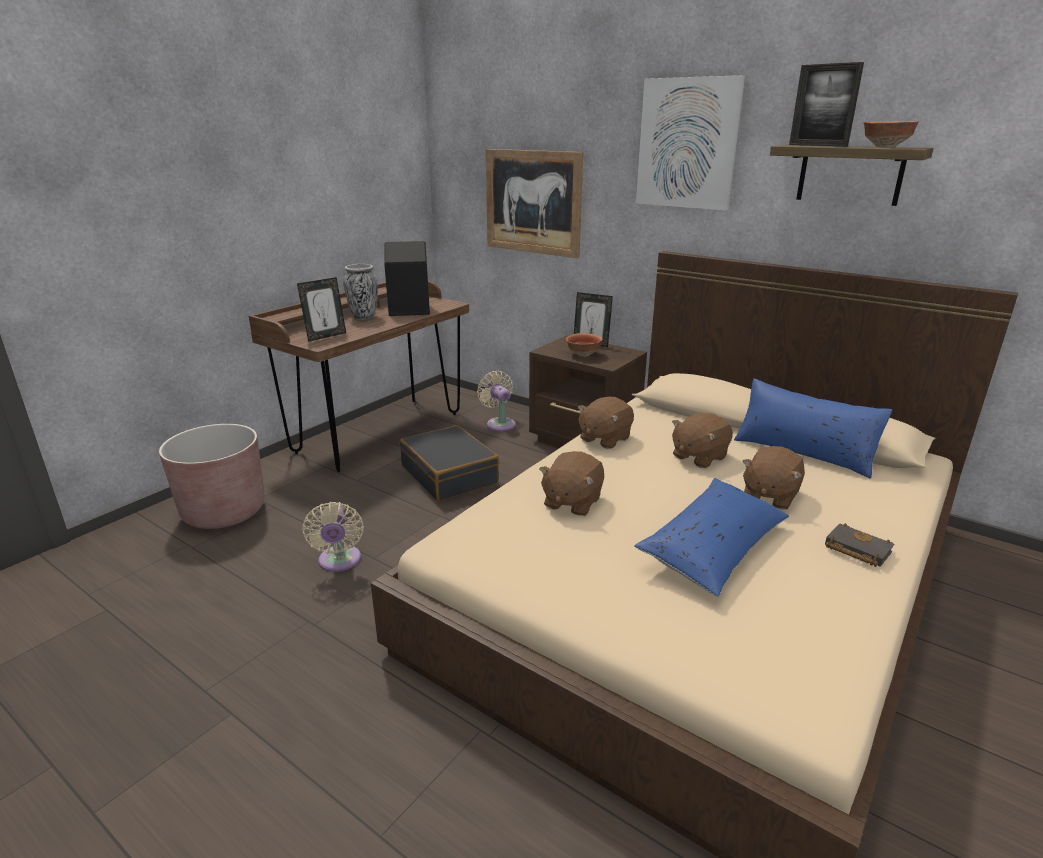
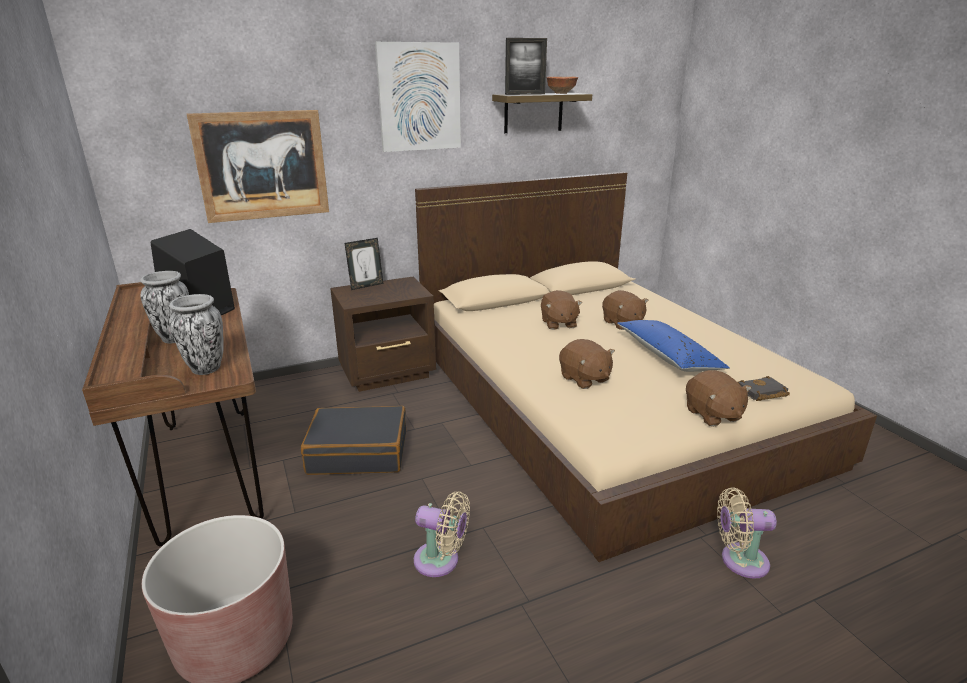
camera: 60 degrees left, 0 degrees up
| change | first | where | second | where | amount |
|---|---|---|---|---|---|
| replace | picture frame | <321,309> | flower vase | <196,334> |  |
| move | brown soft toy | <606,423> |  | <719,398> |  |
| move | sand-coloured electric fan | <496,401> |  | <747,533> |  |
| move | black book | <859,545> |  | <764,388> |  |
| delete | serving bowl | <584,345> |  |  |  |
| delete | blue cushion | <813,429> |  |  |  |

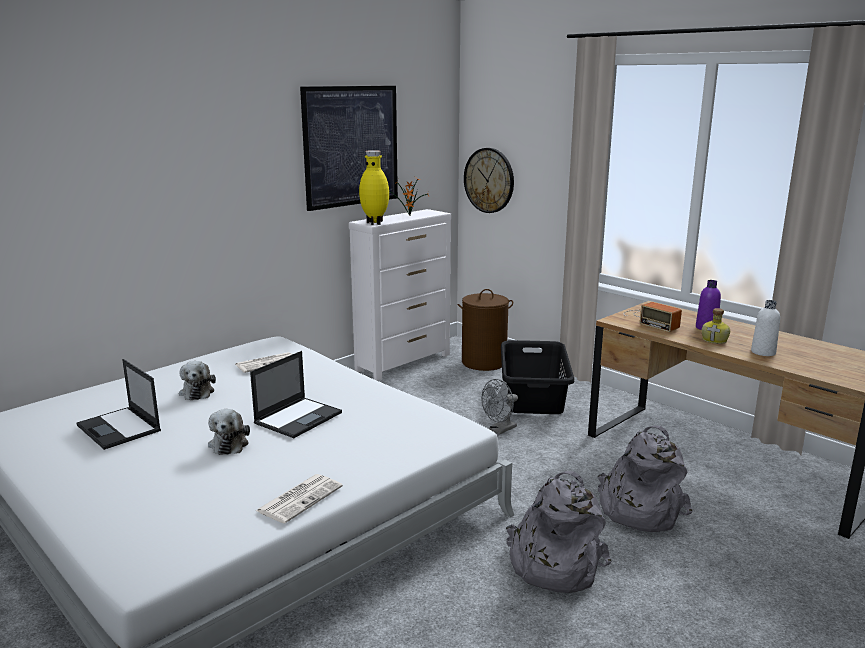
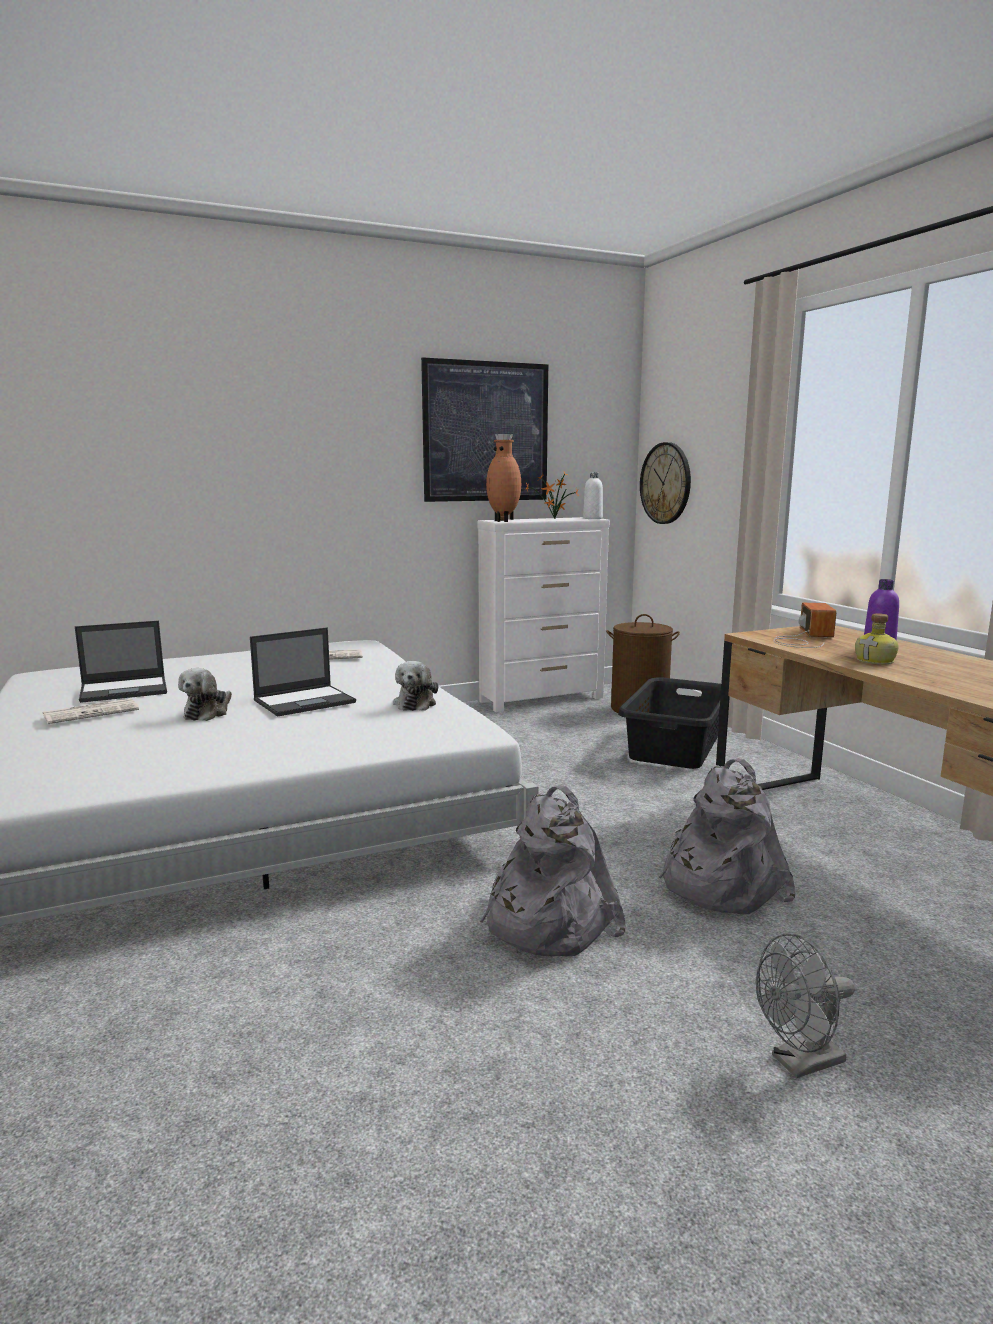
camera: 20 degrees right, 5 degrees down
| change | first | where | second | where | amount |
|---|---|---|---|---|---|
| move | newspaper | <299,499> |  | <91,711> |  |
| rotate | portable computer | <118,404> |  | <121,662> | 90 degrees counterclockwise |
| move | soft toy | <197,380> |  | <415,686> |  |
| recolor | yellowish flower vase | <374,187> | brown flower vase | <503,478> |  |
| move | white-coloured beverage bottle | <765,328> |  | <593,495> |  |
| move | greyish electric fan | <499,406> |  | <805,1006> |  |
| rotate | radio set | <653,317> |  | <805,625> | 150 degrees counterclockwise |

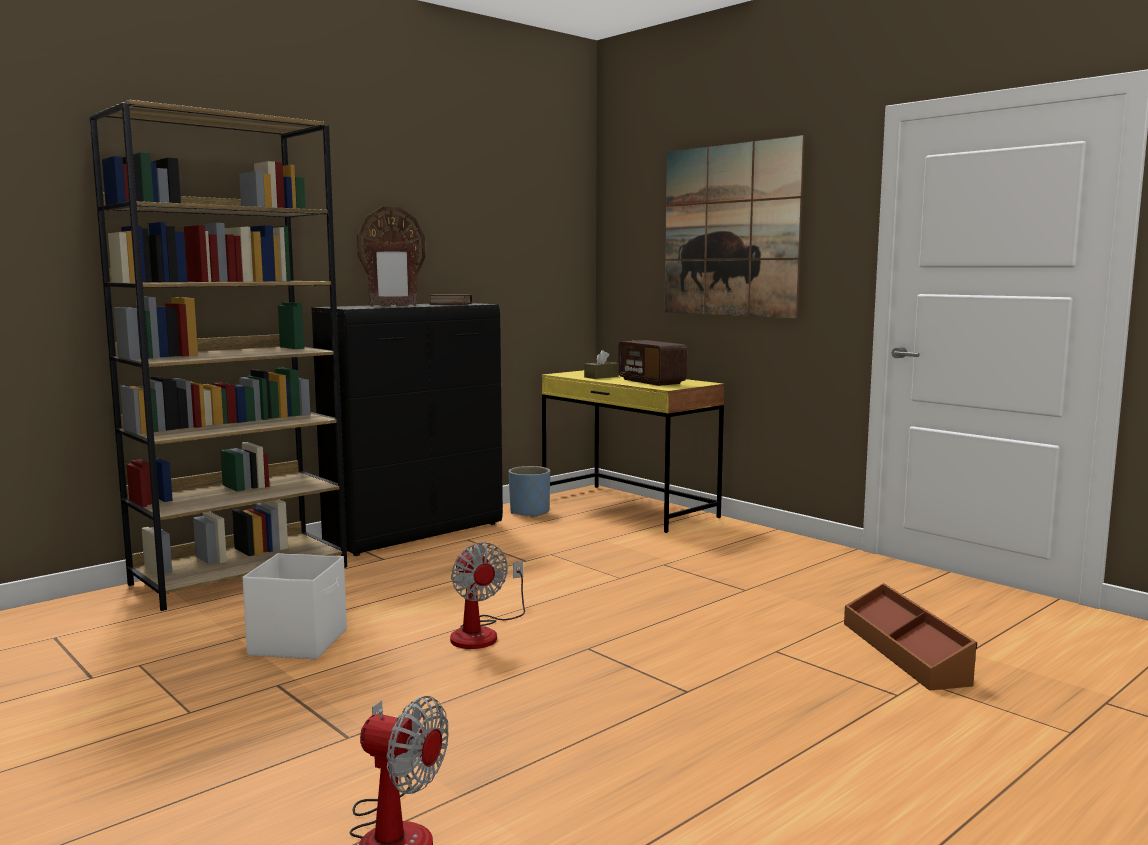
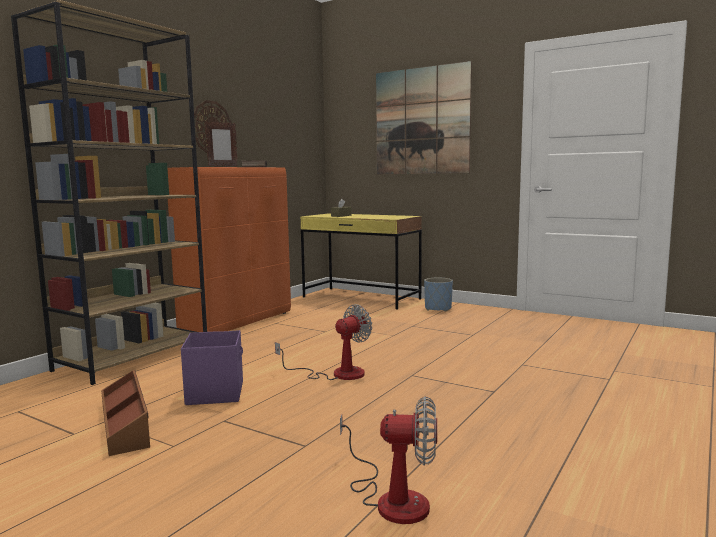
camera: 15 degrees left, 0 degrees up
| change | first | where | second | where | amount |
|---|---|---|---|---|---|
| move | brown storage container | <910,637> |  | <125,413> |  |
| recolor | black storage cabinet | <407,429> | orange storage cabinet | <229,249> |  |
| recolor | white-coloured storage container | <295,606> | purplish storage container | <212,367> |  |
| rotate | electric fan | <487,595> |  | <323,342> | 90 degrees counterclockwise |
| move | blue flower pot | <529,492> |  | <438,295> |  |
| delete | radio set | <652,363> |  |  |  |

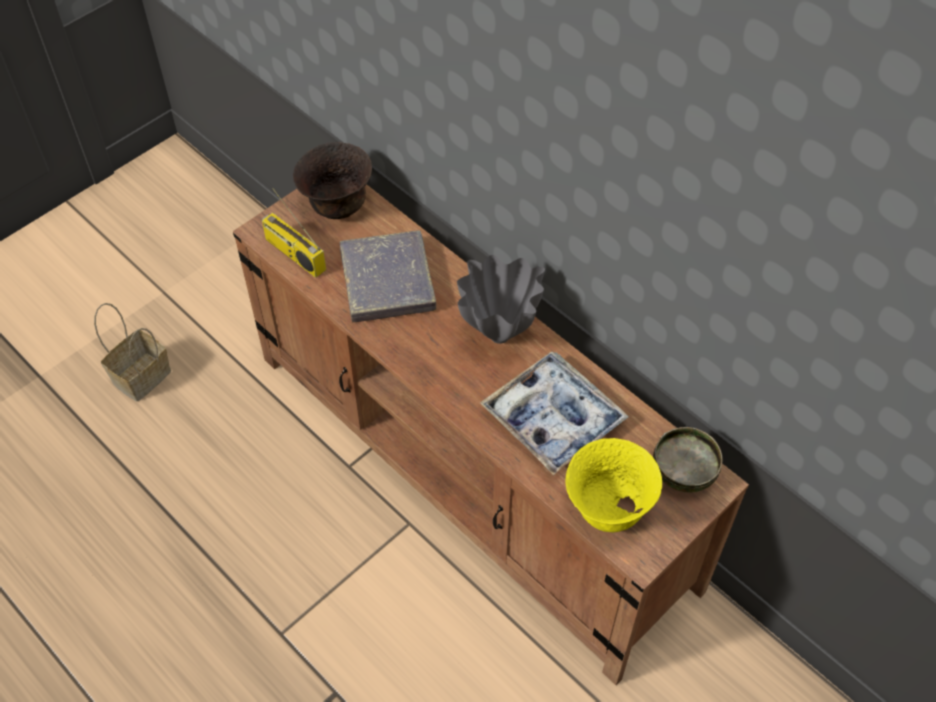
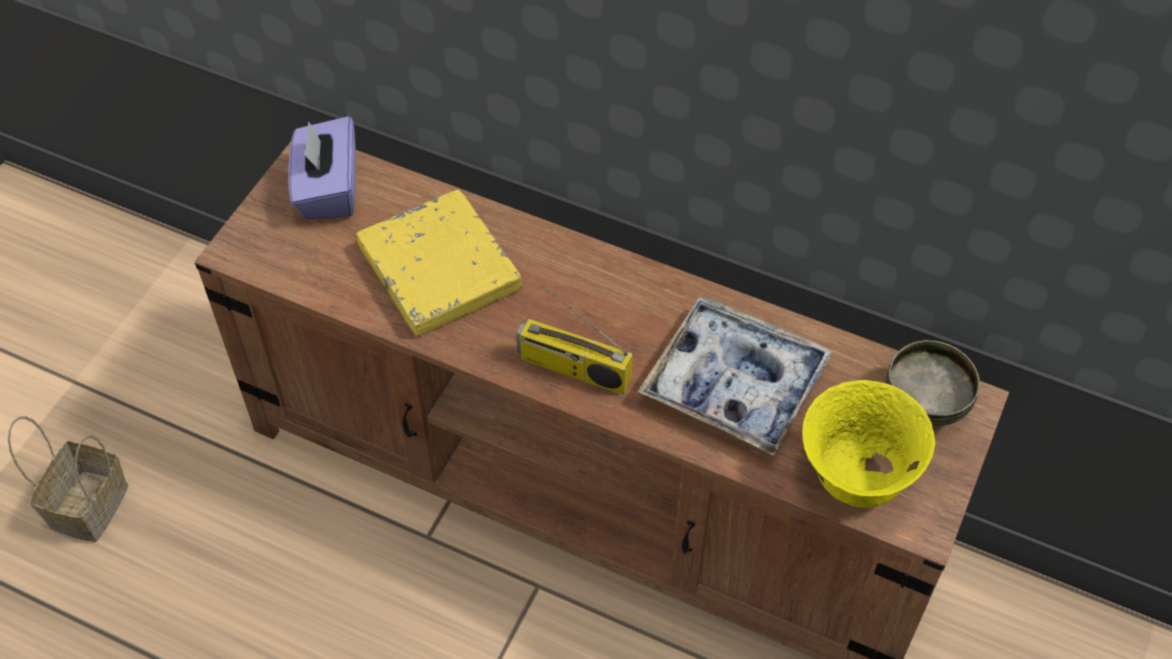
camera: 20 degrees left, 0 degrees up
| change | first | where | second | where | amount |
|---|---|---|---|---|---|
| replace | brown serving bowl | <332,180> | purplish tissue holder | <322,167> |  |
| recolor | greyish book | <388,276> | yellowish book | <439,263> |  |
| move | radio set | <294,233> |  | <574,339> |  |
| delete | greyish flower vase | <501,299> |  |  |  |

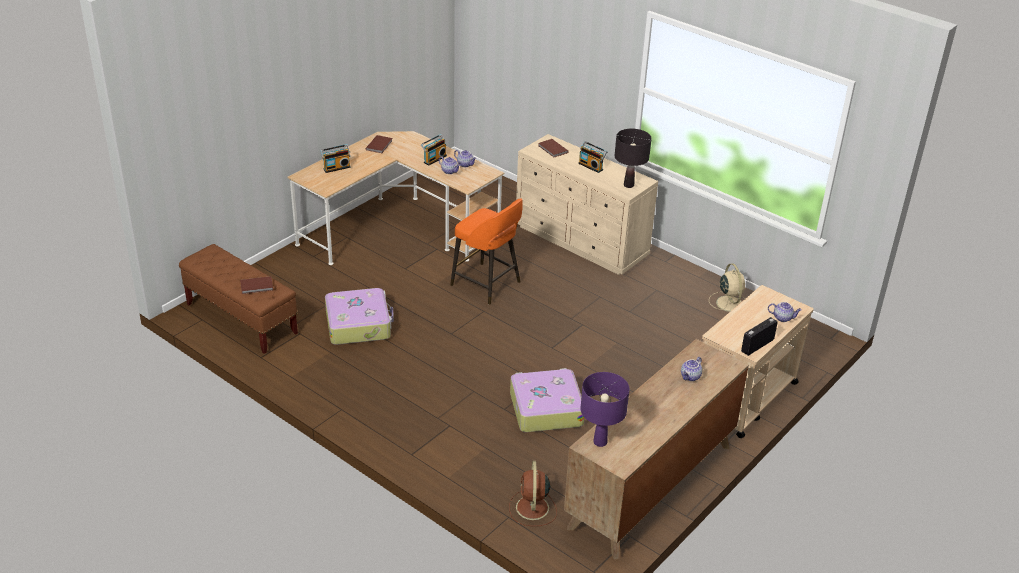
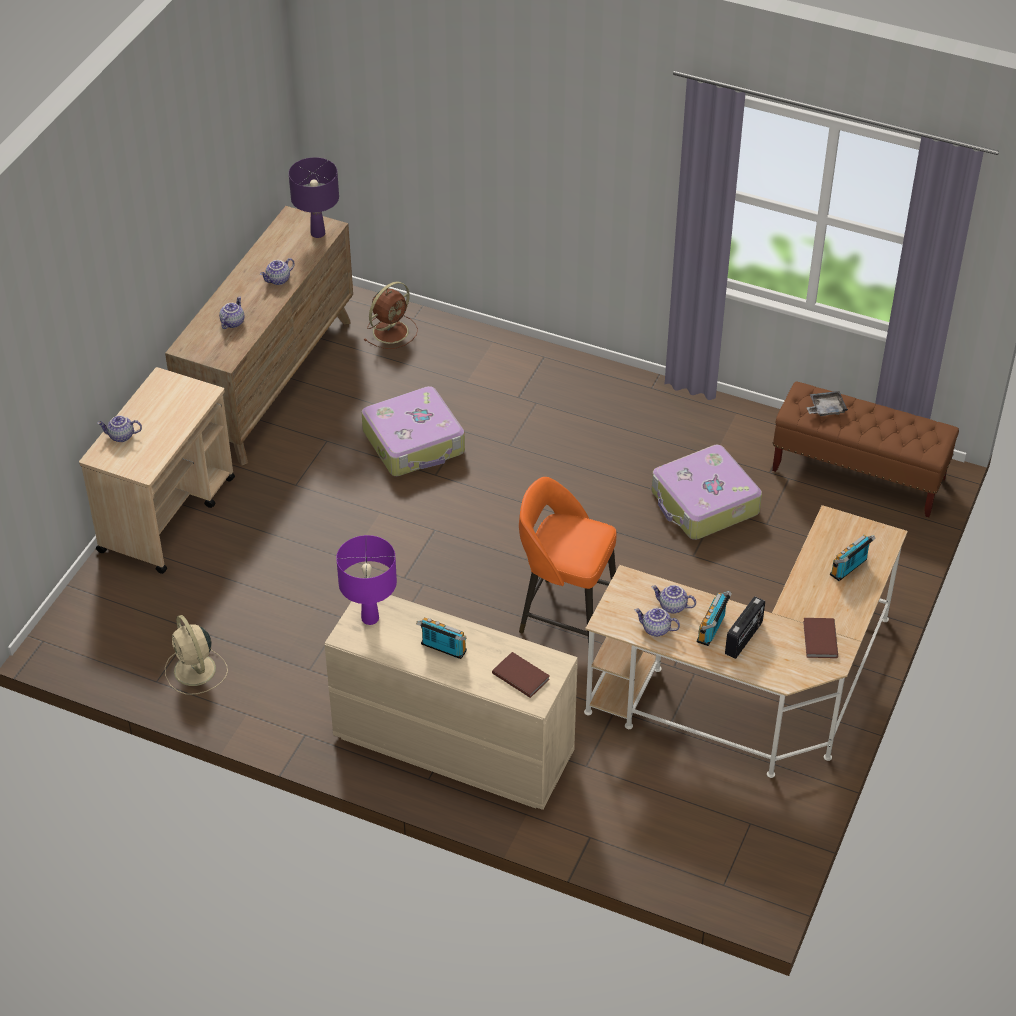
camera: 165 degrees right, 10 degrees up
| change | first | where | second | where | amount |
|---|---|---|---|---|---|
| insert |  |  | tea pot | <277,271> |  |
| recolor | black table lamp | <633,158> | purplish table lamp | <366,580> |  |
| rotate | brown electric fan | <533,493> |  | <390,315> | 60 degrees clockwise |
| move | radio set | <759,336> |  | <745,627> |  |
| replace | brown book | <256,285> | greyish carrying tray | <827,403> |  |

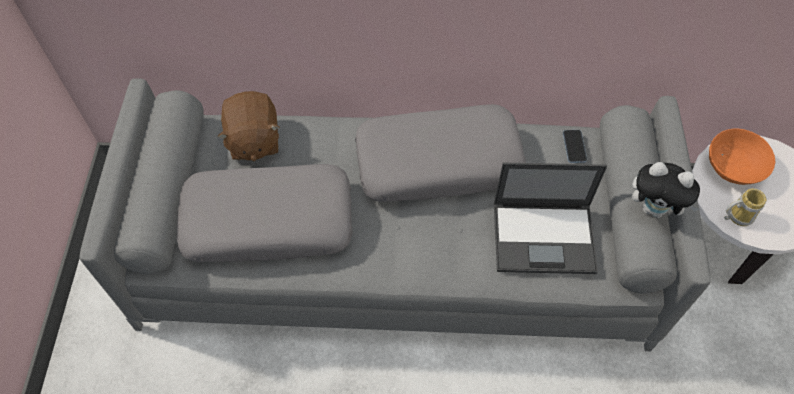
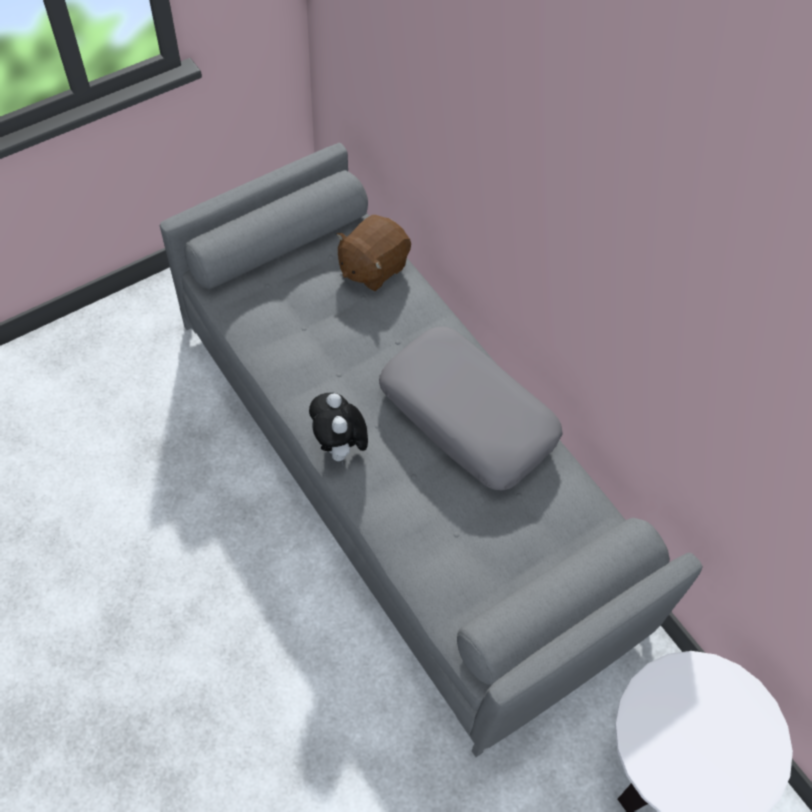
camera: 50 degrees right, 0 degrees up
| change | first | where | second | where | amount |
|---|---|---|---|---|---|
| move | soft toy | <666,190> |  | <338,428> |  |
| delete | greyish cushion | <264,213> |  |  |  |
| delete | portable computer | <550,218> |  |  |  |
| delete | handset | <575,146> |  |  |  |
| delete | orange serving bowl | <742,156> |  |  |  |
| delete | tea mug | <745,207> |  |  |  |

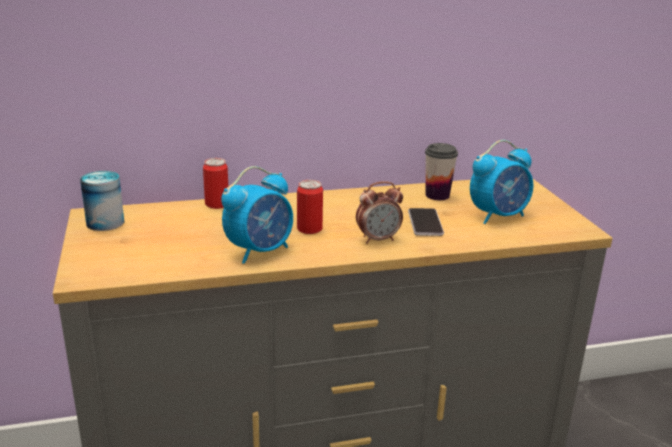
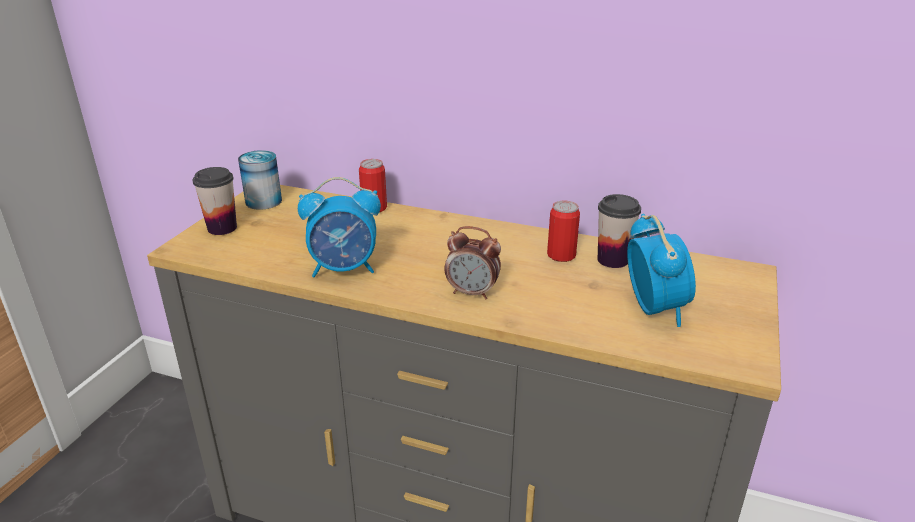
camera: 35 degrees right, 5 degrees up
| change | first | where | second | where | amount |
|---|---|---|---|---|---|
| insert |  |  | drinking cup | <215,201> |  |
| move | can | <310,207> |  | <563,231> |  |
| rotate | alarm clock | <501,182> |  | <661,270> | 105 degrees counterclockwise |
| delete | handset | <426,222> |  |  |  |

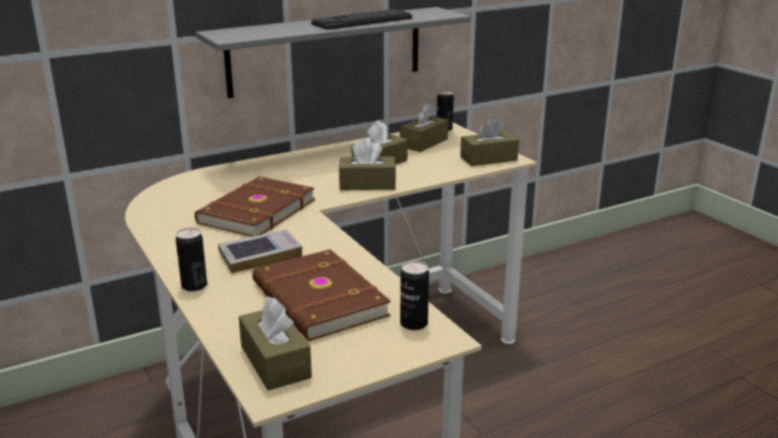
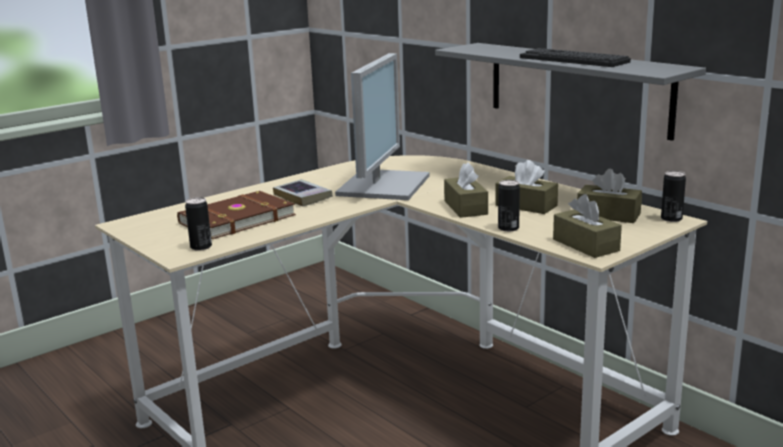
camera: 80 degrees right, 5 degrees down
| change | first | where | second | where | amount |
|---|---|---|---|---|---|
| replace | brown book | <255,207> | computer display | <382,126> |  |
| move | can | <191,260> |  | <509,206> |  |
| delete | brown tissue holder | <275,343> |  |  |  |

